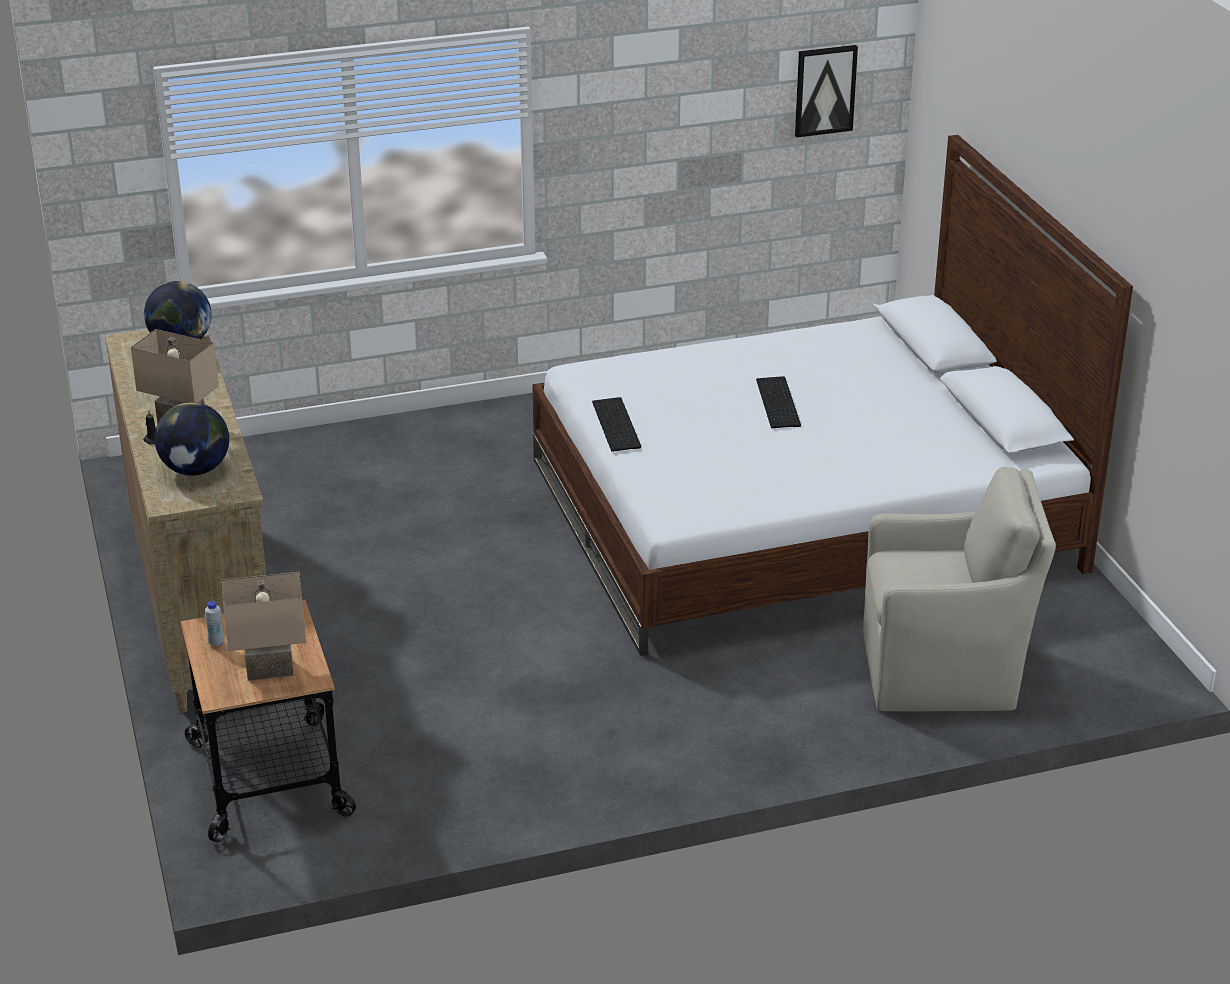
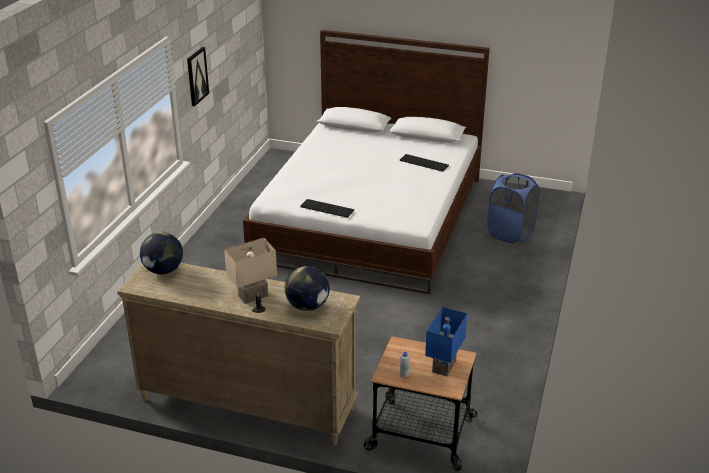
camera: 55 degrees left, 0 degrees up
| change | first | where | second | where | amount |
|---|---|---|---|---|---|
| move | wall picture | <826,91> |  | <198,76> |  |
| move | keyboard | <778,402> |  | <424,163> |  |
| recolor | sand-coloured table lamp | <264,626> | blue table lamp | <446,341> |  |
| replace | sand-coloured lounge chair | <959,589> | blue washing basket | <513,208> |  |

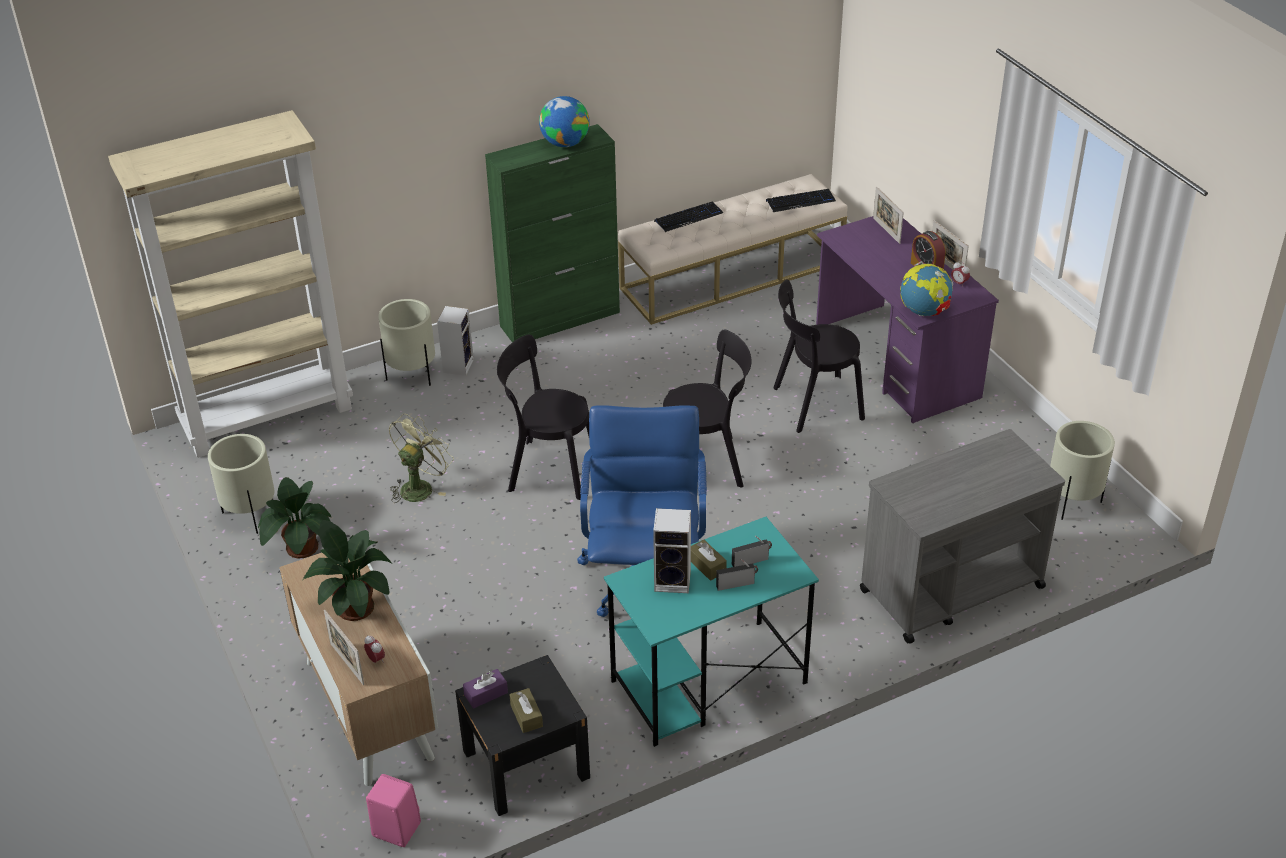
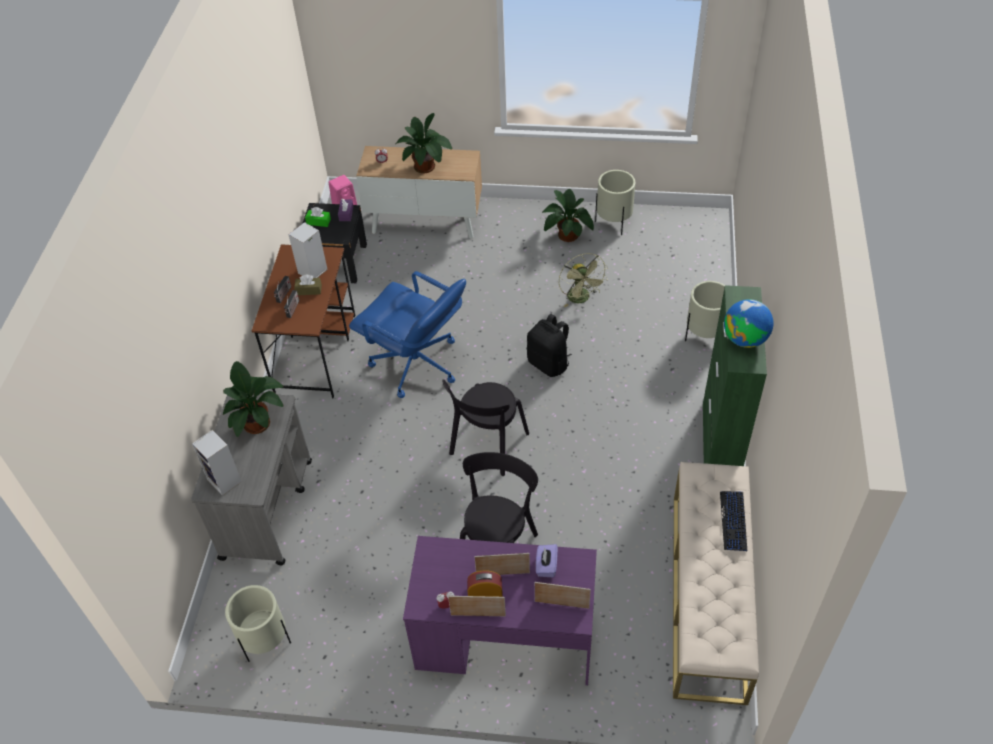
camera: 125 degrees right, 10 degrees up
| change | first | where | second | where | amount |
|---|---|---|---|---|---|
| move | loudspeaker | <455,341> |  | <217,463> |  |
| insert |  |  | potted plant | <253,399> |  |
| recolor | turquoise-coloured desk table | <711,632> | brown desk table | <303,321> |  |
| recolor | brown tissue holder | <526,710> | greenish tissue holder | <318,217> |  |
| move | picture frame | <344,647> |  | <502,564> |  |
| replace | black chair | <543,417> | black backpack | <549,345> |  |
| insert |  |  | purplish tissue holder | <547,560> |  |
| delete | sand-coloured shelving unit | <230,284> |  |  |  |
| delete | keyboard | <801,200> |  |  |  |
| delete | world globe | <926,288> |  |  |  |

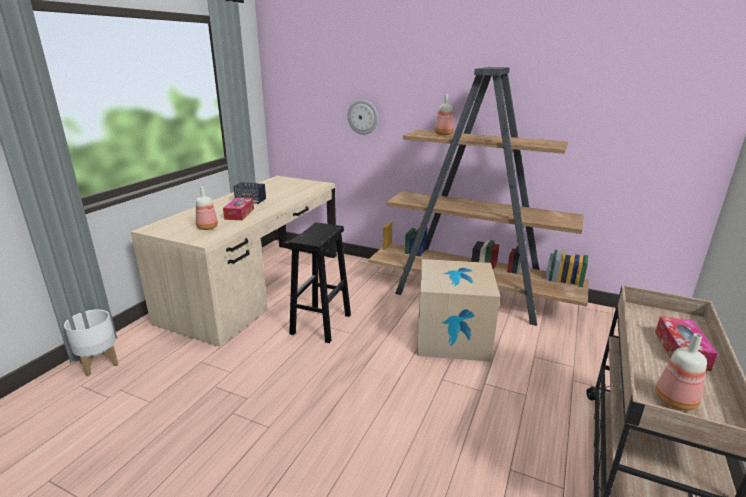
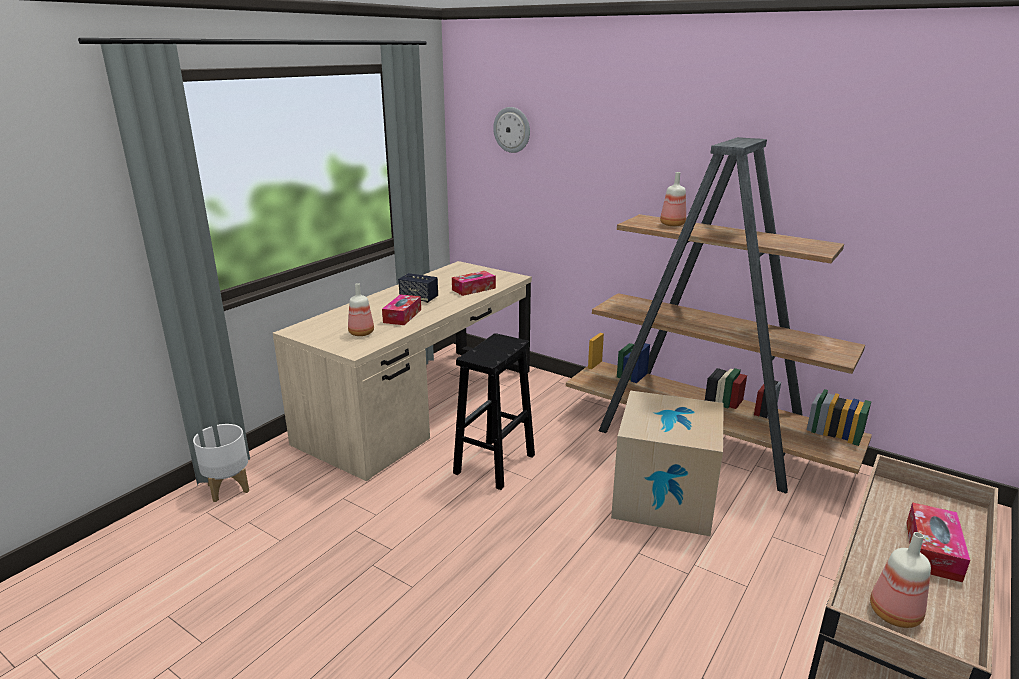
camera: 10 degrees right, 0 degrees up
| change | first | where | second | where | amount |
|---|---|---|---|---|---|
| insert |  |  | tissue holder | <474,283> |  |
| move | clock on the wall | <363,117> |  | <511,130> |  |

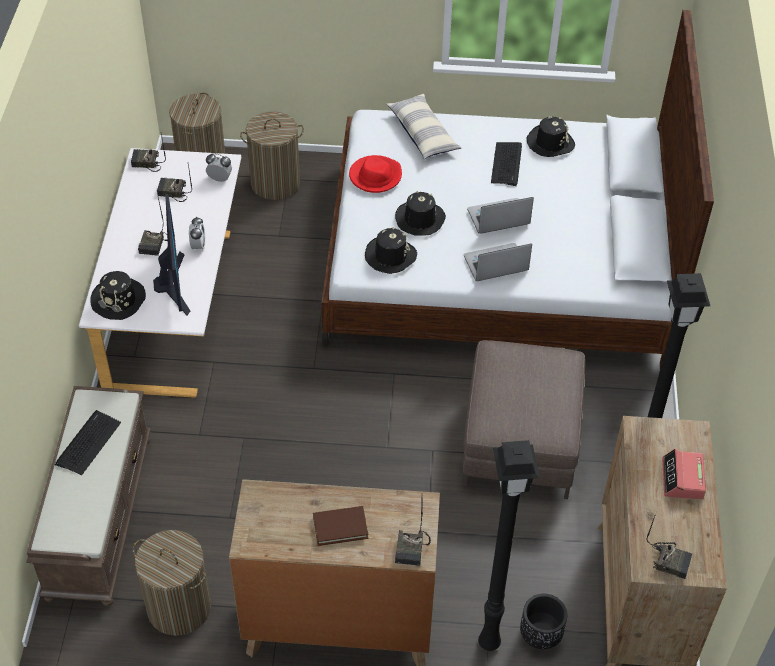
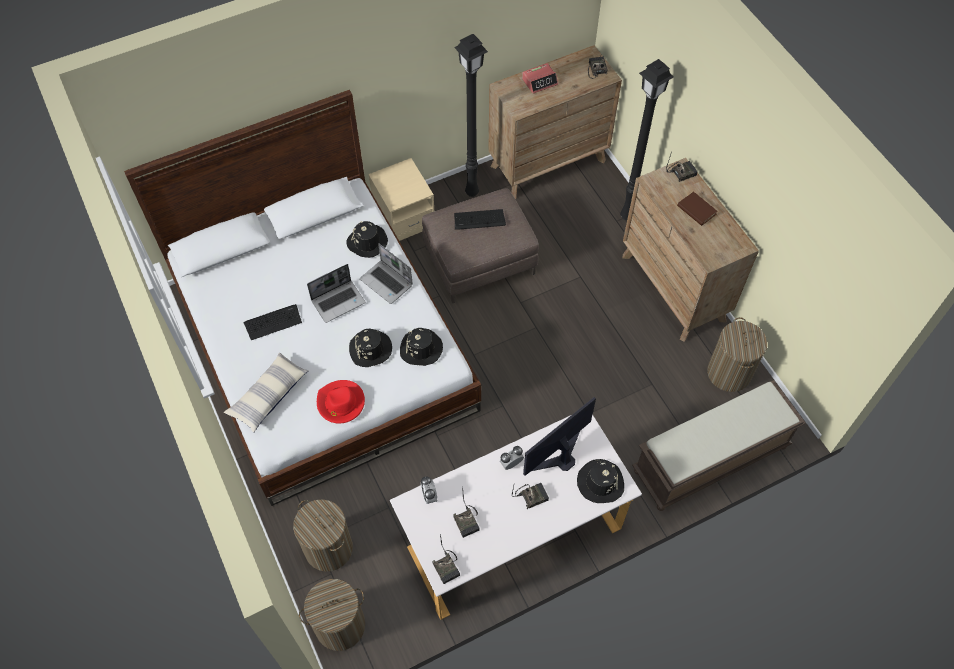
camera: 120 degrees left, 10 degrees up
| change | first | where | second | where | amount |
|---|---|---|---|---|---|
| rotate | portable computer | <500,215> |  | <336,293> | 75 degrees counterclockwise |
| move | black hat | <550,137> |  | <367,239> |  |
| insert |  |  | sand-coloured nightstand | <401,199> |  |
| move | keyboard | <88,442> |  | <480,219> |  |
| delete | black flower pot | <543,621> |  |  |  |

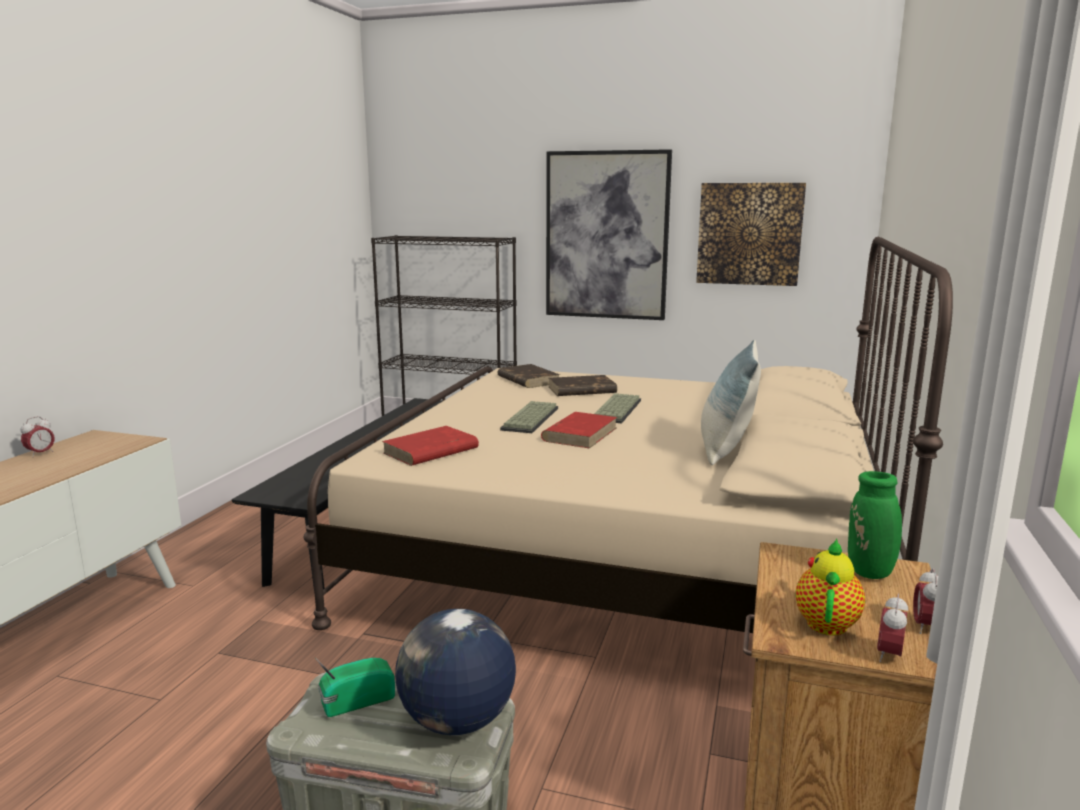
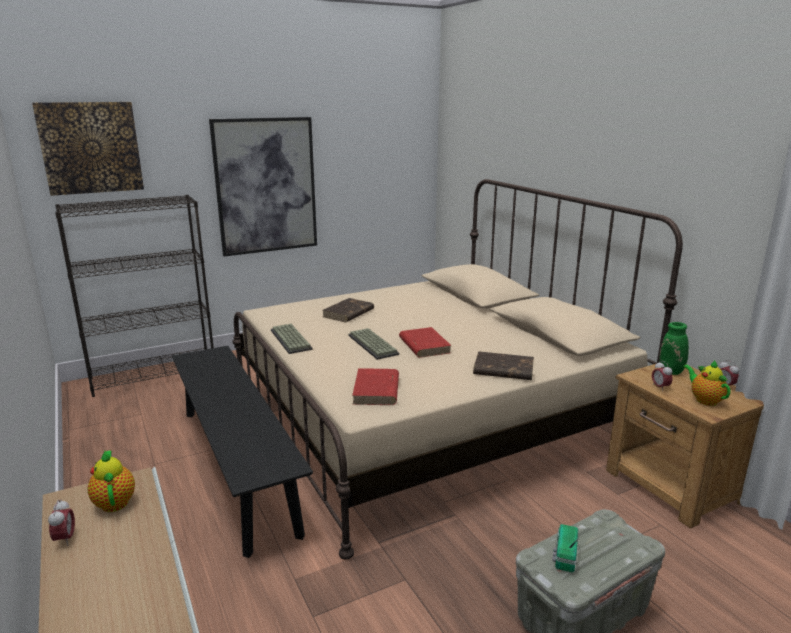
camera: 45 degrees left, 5 degrees up
| change | first | where | second | where | amount |
|---|---|---|---|---|---|
| move | wall picture | <751,234> |  | <88,149> |  |
| insert |  |  | tea pot | <111,481> |  |
| move | keyboard | <617,408> |  | <291,339> |  |
| move | brown book | <528,376> |  | <503,365> |  |
| move | alarm clock | <892,628> |  | <662,376> |  |
| delete | world globe | <455,672> |  |  |  |
| delete | cushion | <731,402> |  |  |  |

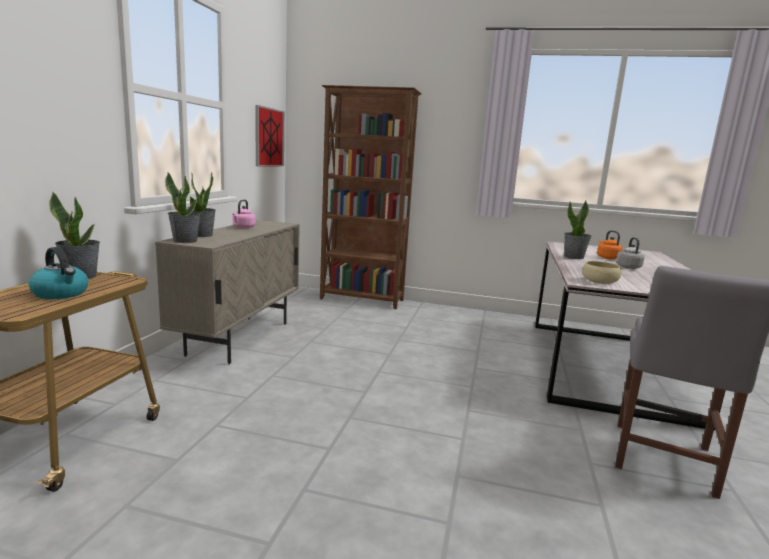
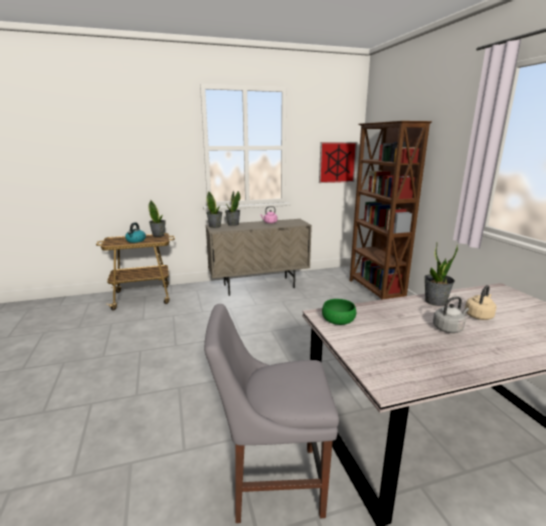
camera: 60 degrees right, 5 degrees up
| change | first | where | second | where | amount |
|---|---|---|---|---|---|
| recolor | sand-coloured serving bowl | <602,272> | greenish serving bowl | <339,312> |  |
| recolor | orange water kettle | <610,244> | sand-coloured water kettle | <481,302> |  |

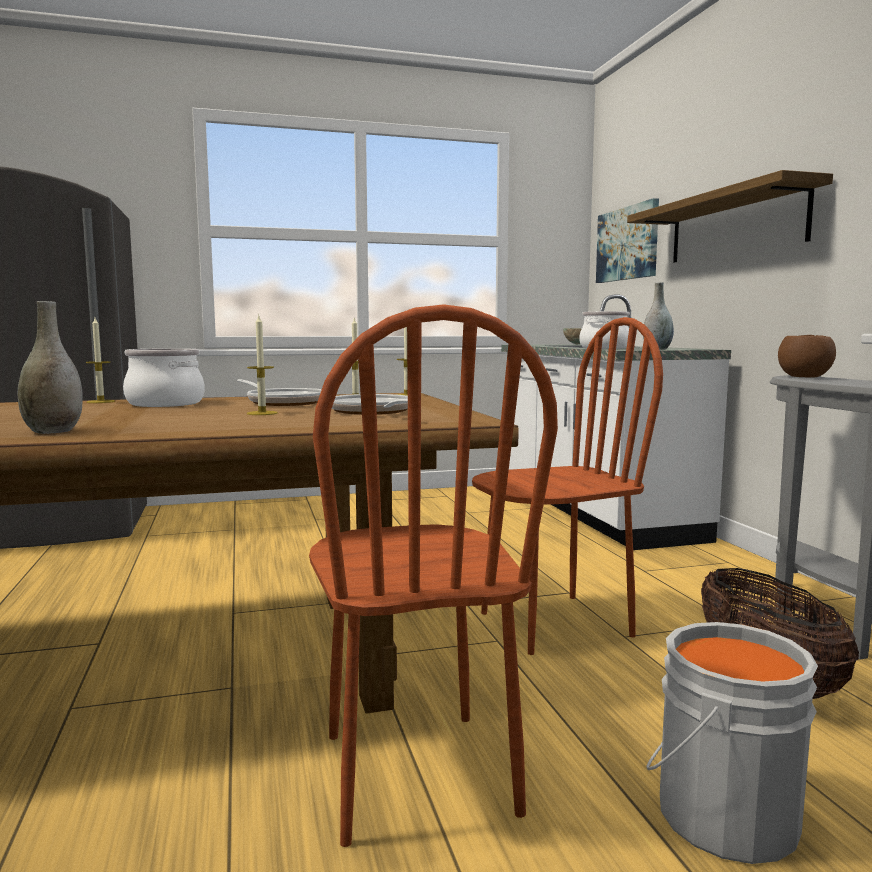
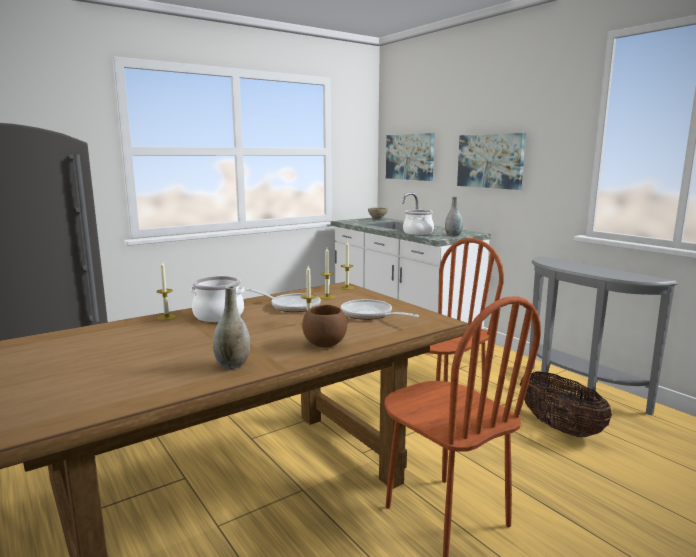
camera: 20 degrees left, 5 degrees up
| change | first | where | second | where | amount |
|---|---|---|---|---|---|
| move | brown serving bowl | <807,356> |  | <324,326> |  |
| replace | shelf | <730,216> | wall picture | <491,161> |  |
| delete | greyish pail | <732,743> |  |  |  |

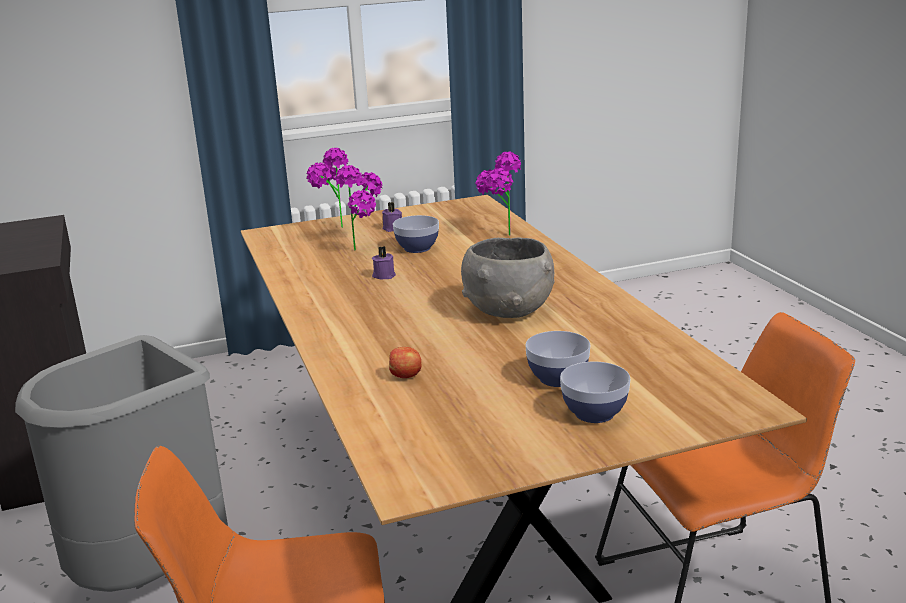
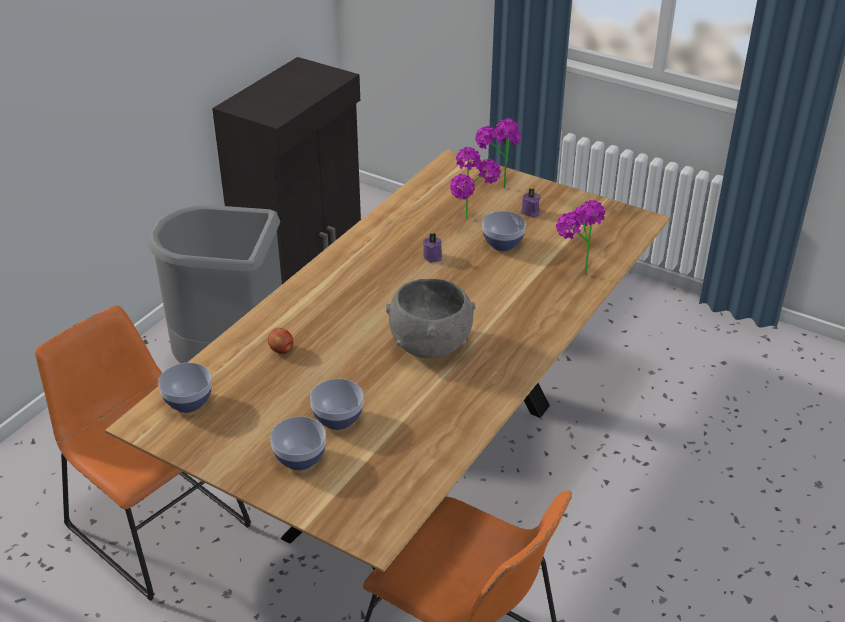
camera: 50 degrees right, 15 degrees up
| change | first | where | second | where | amount |
|---|---|---|---|---|---|
| insert |  |  | serving bowl | <185,388> |  |

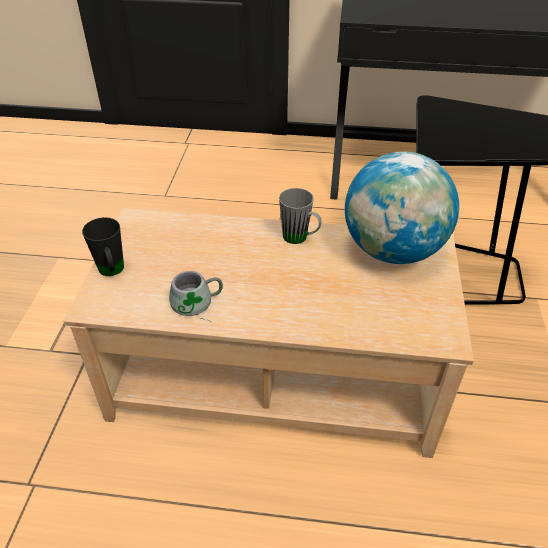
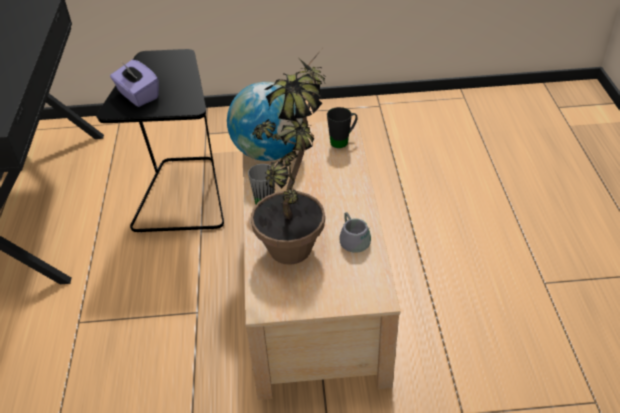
camera: 100 degrees left, 0 degrees up
| change | first | where | second | where | amount |
|---|---|---|---|---|---|
| insert |  |  | purplish tissue holder | <134,83> |  |
| insert |  |  | potted plant | <288,157> |  |
| move | black tea mug | <103,246> |  | <342,127> |  |

